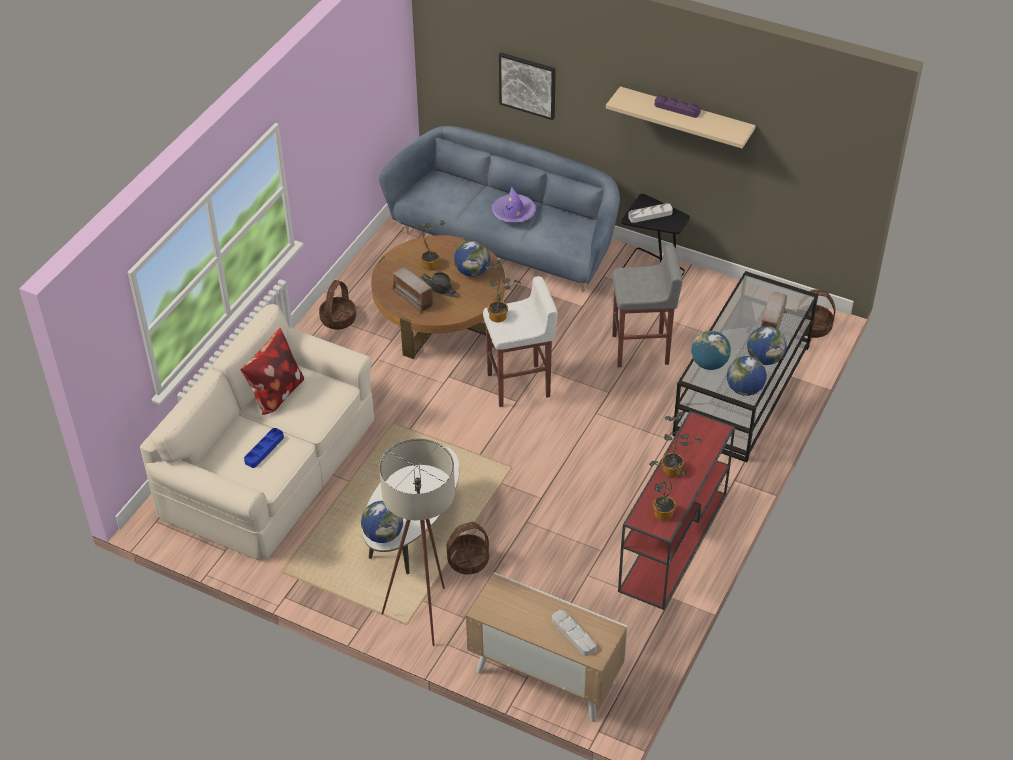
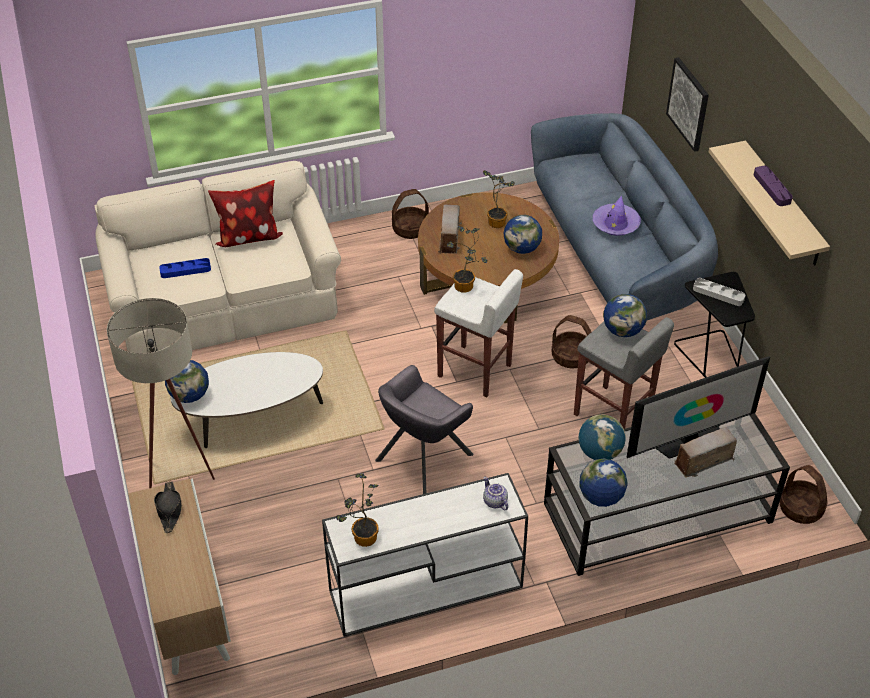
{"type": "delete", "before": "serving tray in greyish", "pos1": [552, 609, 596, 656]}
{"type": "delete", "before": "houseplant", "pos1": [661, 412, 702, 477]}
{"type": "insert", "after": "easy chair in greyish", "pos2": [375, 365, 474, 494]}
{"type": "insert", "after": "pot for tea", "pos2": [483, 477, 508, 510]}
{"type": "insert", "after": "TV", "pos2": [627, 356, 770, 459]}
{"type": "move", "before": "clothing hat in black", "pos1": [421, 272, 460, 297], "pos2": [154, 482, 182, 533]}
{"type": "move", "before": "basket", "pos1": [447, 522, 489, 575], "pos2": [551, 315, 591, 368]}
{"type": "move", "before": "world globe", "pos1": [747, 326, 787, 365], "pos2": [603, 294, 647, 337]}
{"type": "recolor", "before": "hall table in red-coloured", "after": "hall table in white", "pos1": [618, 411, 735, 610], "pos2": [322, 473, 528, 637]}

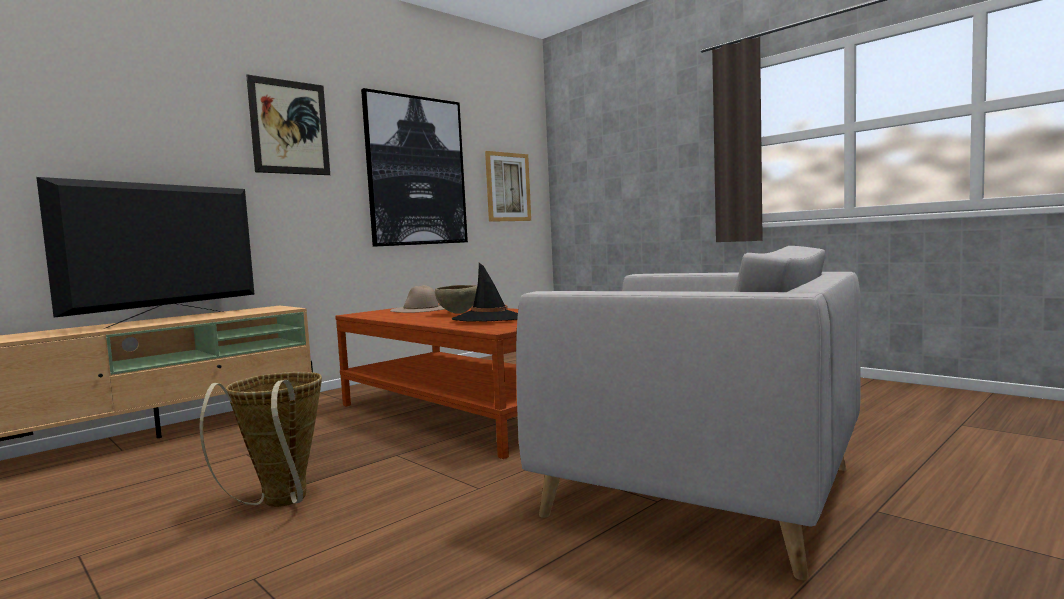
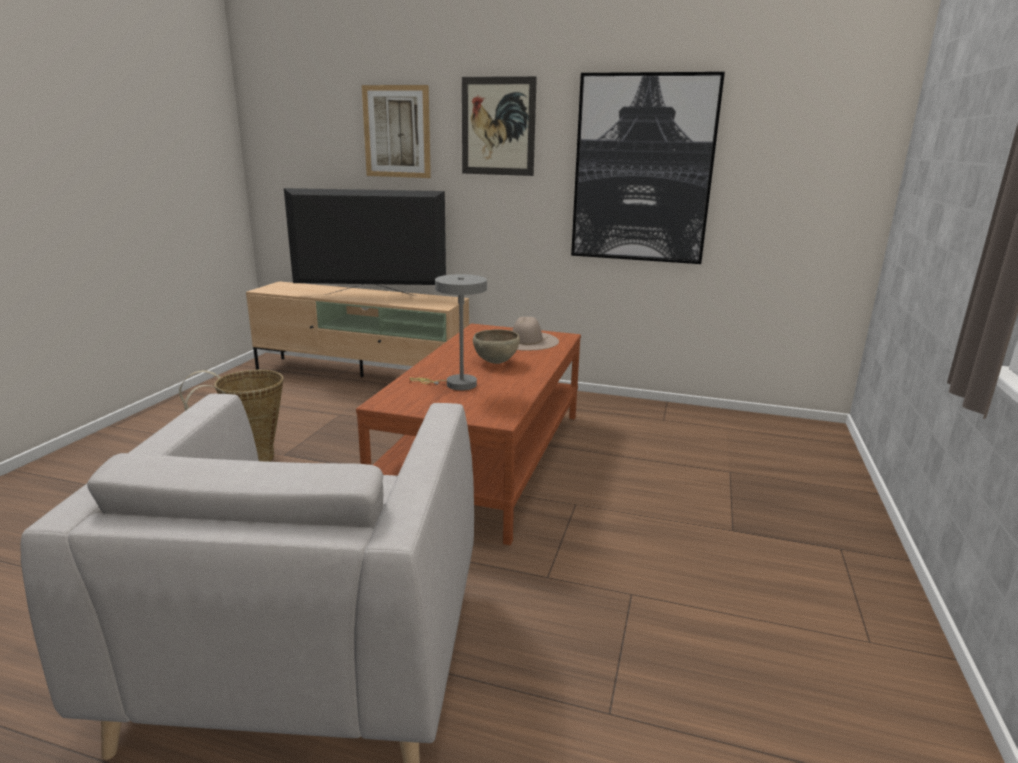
{"type": "move", "before": "picture", "pos1": [485, 151, 531, 222], "pos2": [362, 85, 431, 178]}
{"type": "replace", "before": "clothing hat in black", "after": "lamp for a table in greyish", "pos1": [452, 263, 518, 322], "pos2": [410, 274, 487, 390]}

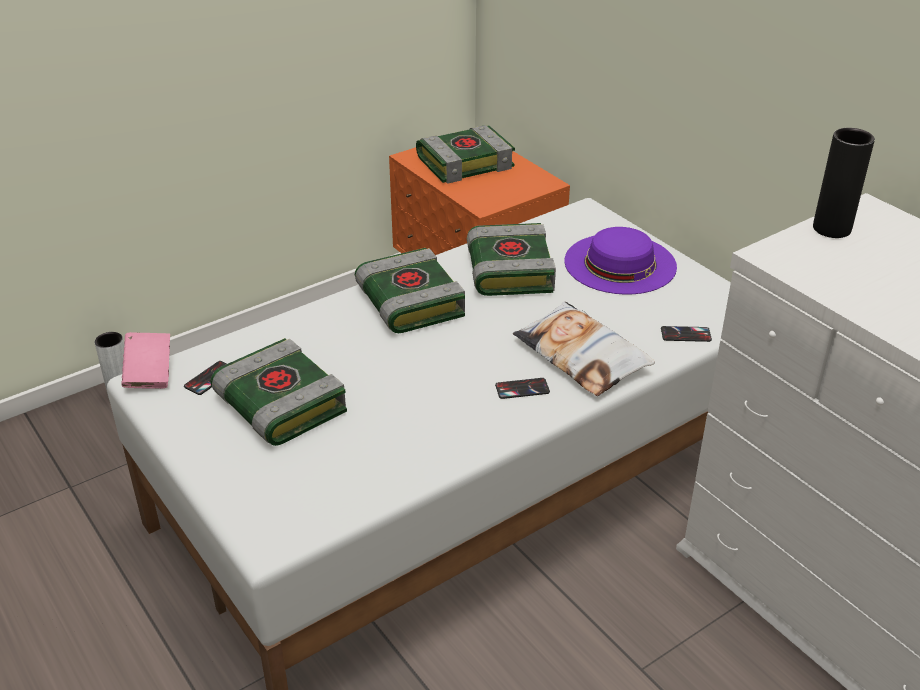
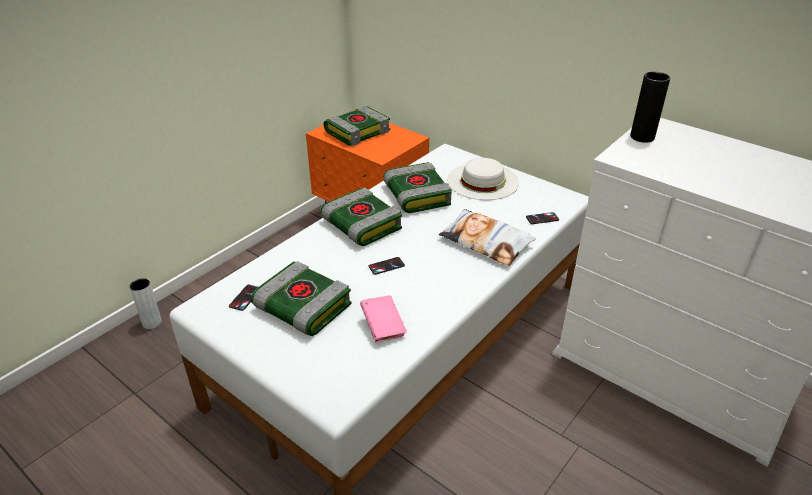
{"type": "move", "before": "book in pink-coloured", "pos1": [121, 332, 170, 389], "pos2": [360, 295, 407, 342]}
{"type": "move", "before": "phone", "pos1": [495, 378, 550, 399], "pos2": [368, 257, 405, 275]}
{"type": "recolor", "before": "clothing hat in purple", "after": "clothing hat in white", "pos1": [564, 227, 677, 295], "pos2": [447, 158, 519, 200]}

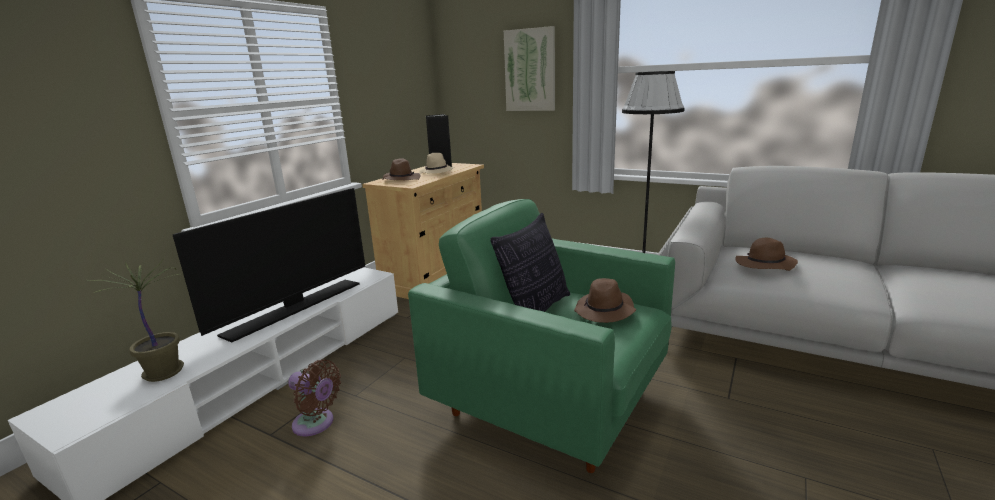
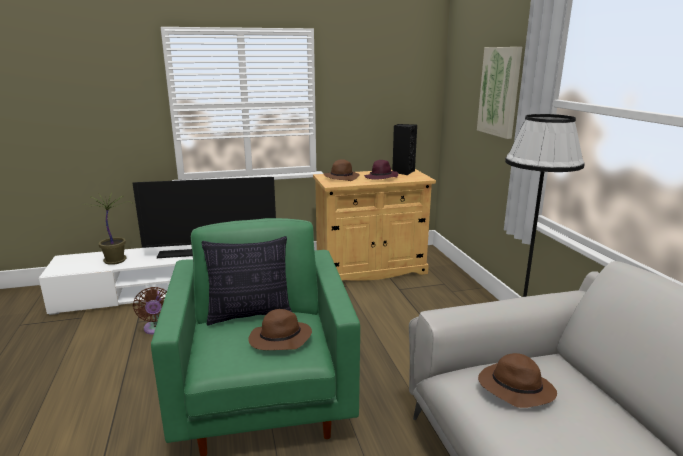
{"type": "recolor", "before": "clothing hat in sand-coloured", "after": "clothing hat in purple", "pos1": [420, 153, 454, 174], "pos2": [364, 160, 398, 180]}

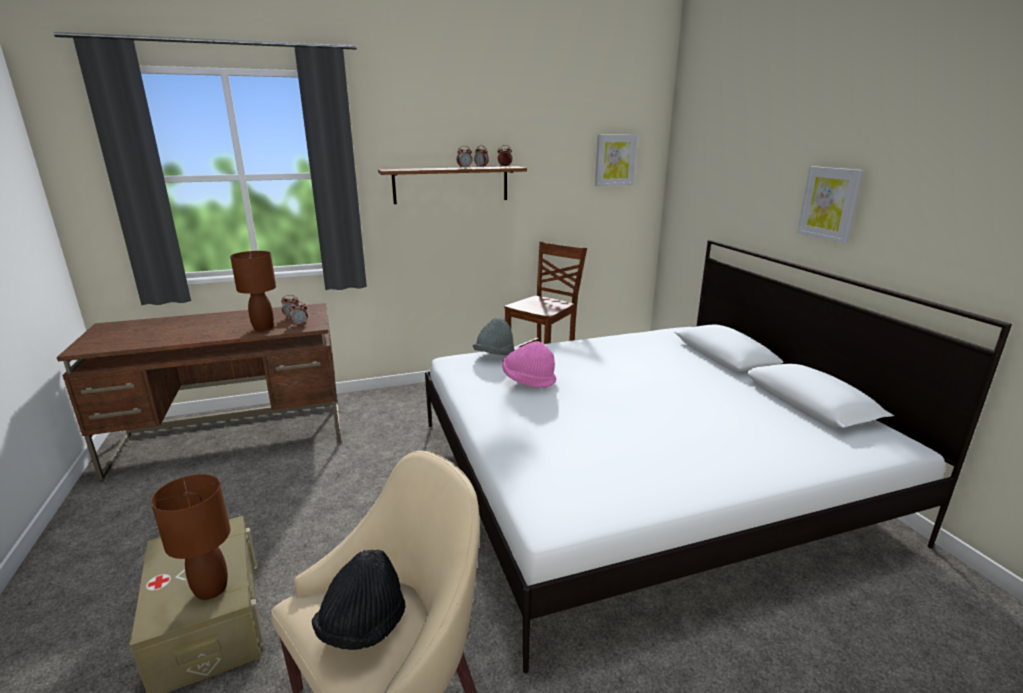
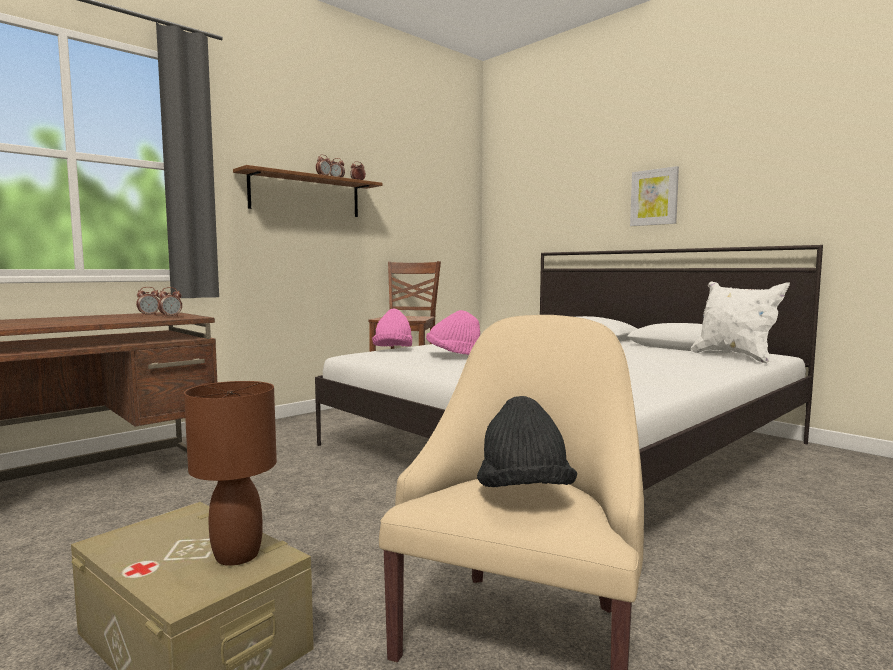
{"type": "delete", "before": "lamp for a table in brownish", "pos1": [230, 251, 276, 331]}
{"type": "delete", "before": "picture", "pos1": [595, 135, 637, 186]}
{"type": "insert", "after": "throw pillow in white", "pos2": [691, 281, 790, 364]}
{"type": "recolor", "before": "clothing hat in greyish", "after": "clothing hat in pink-coloured", "pos1": [473, 317, 515, 355], "pos2": [372, 308, 412, 347]}

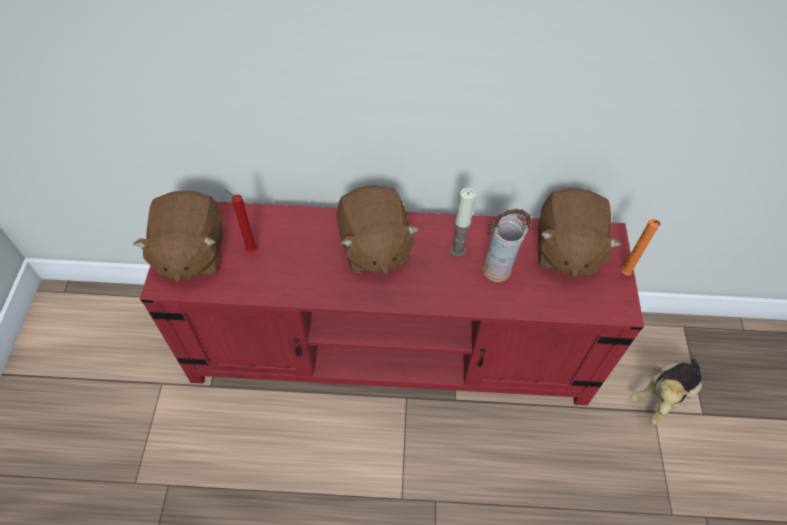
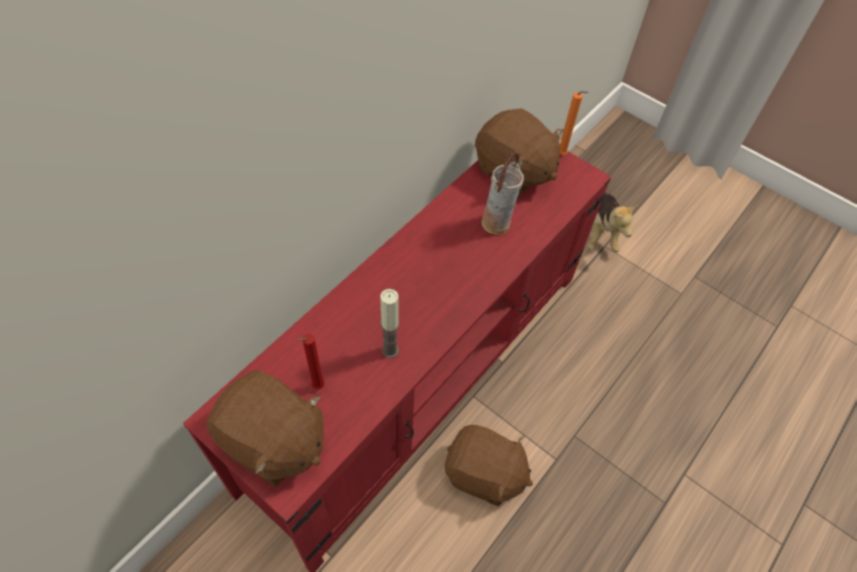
{"type": "move", "before": "soft toy in brownish", "pos1": [337, 185, 419, 274], "pos2": [445, 425, 533, 507]}
{"type": "move", "before": "wax candle", "pos1": [450, 188, 476, 257], "pos2": [380, 289, 399, 358]}

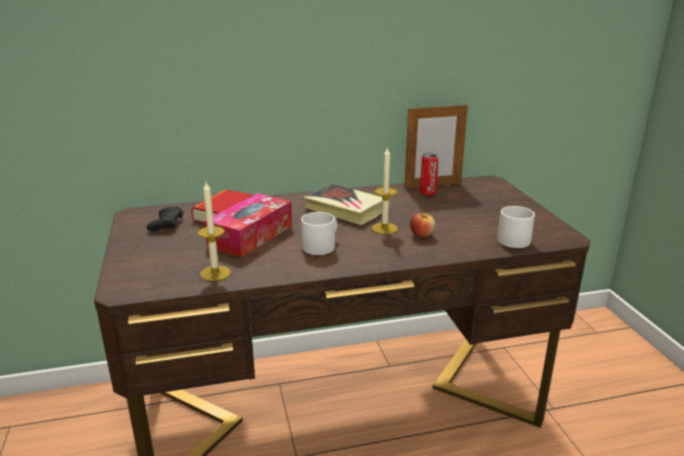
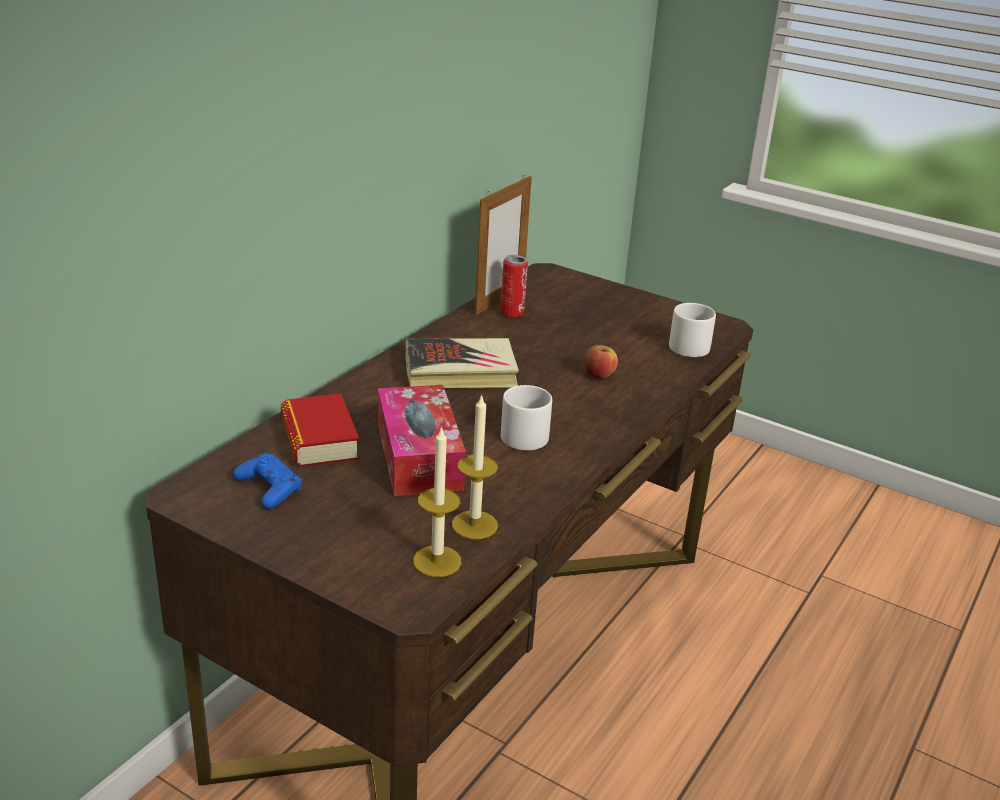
{"type": "move", "before": "wax candle", "pos1": [372, 146, 398, 234], "pos2": [413, 426, 461, 577]}
{"type": "recolor", "before": "game controller in black", "after": "game controller in blue", "pos1": [147, 206, 183, 231], "pos2": [233, 453, 302, 509]}

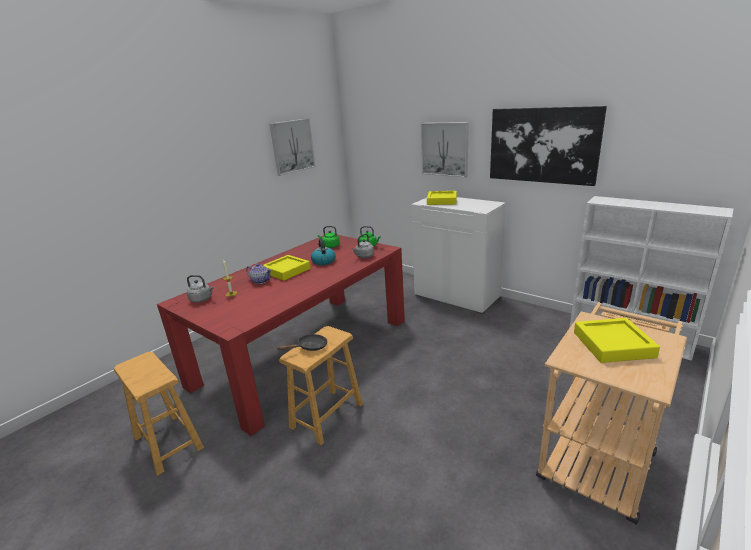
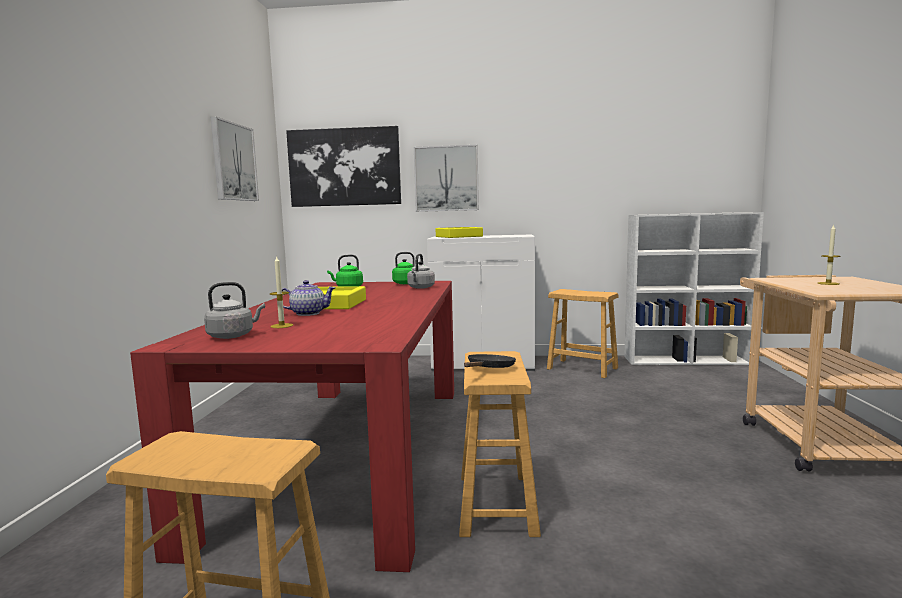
{"type": "delete", "before": "tea kettle", "pos1": [311, 239, 336, 265]}
{"type": "insert", "after": "stool in brownish", "pos2": [547, 289, 619, 378]}
{"type": "move", "before": "picture", "pos1": [490, 106, 607, 186], "pos2": [286, 126, 401, 207]}
{"type": "replace", "before": "serving tray in yellow", "after": "wax candle", "pos1": [574, 318, 660, 363], "pos2": [818, 225, 840, 285]}

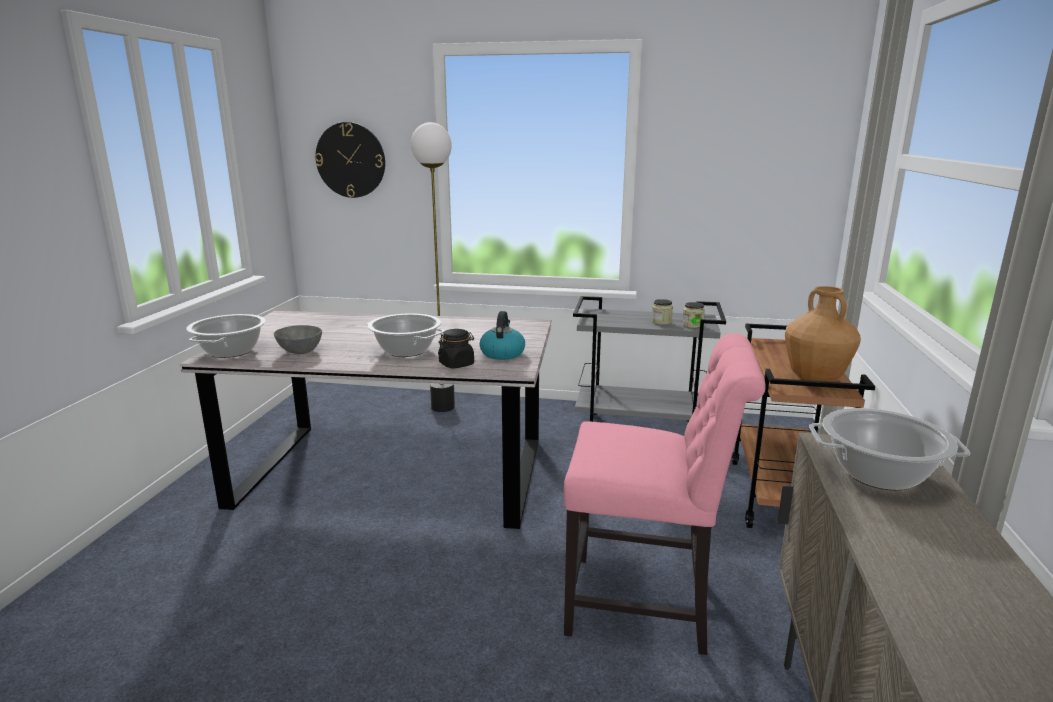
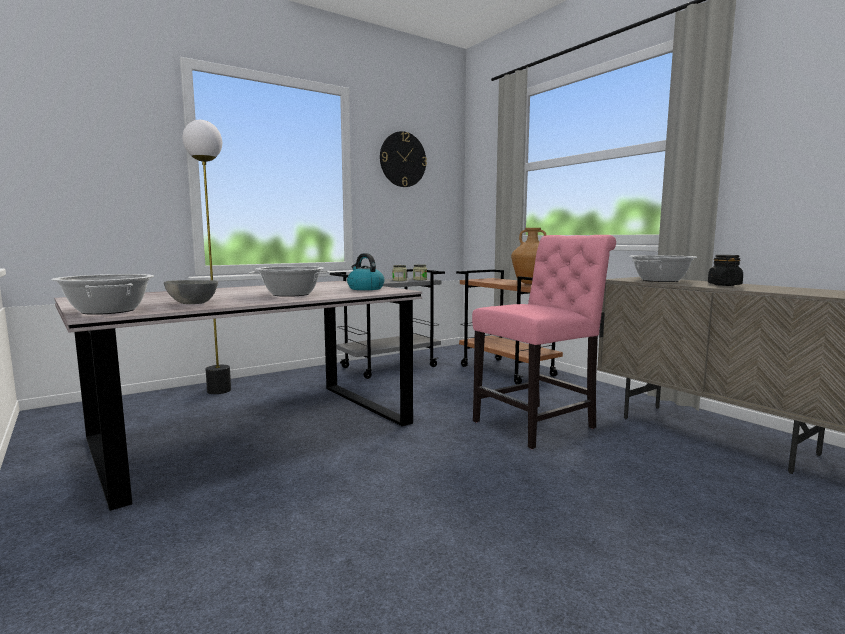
{"type": "move", "before": "clock on the wall", "pos1": [315, 122, 385, 198], "pos2": [380, 131, 427, 187]}
{"type": "move", "before": "preserve jar in black", "pos1": [438, 329, 474, 369], "pos2": [708, 255, 743, 286]}

